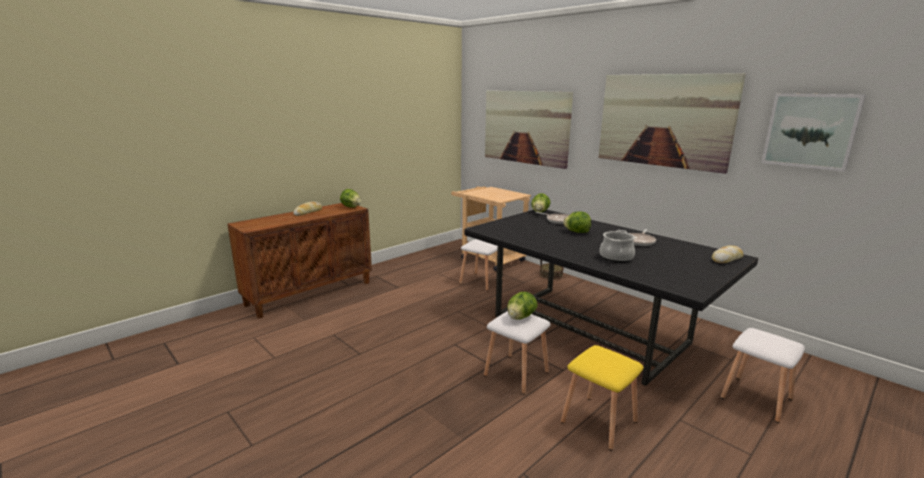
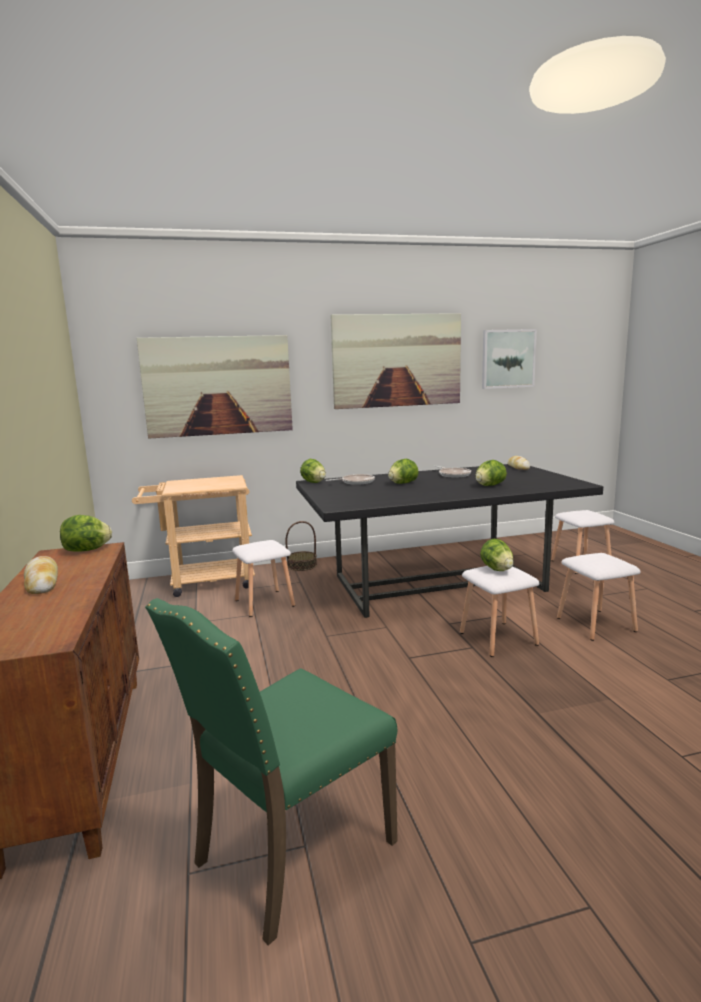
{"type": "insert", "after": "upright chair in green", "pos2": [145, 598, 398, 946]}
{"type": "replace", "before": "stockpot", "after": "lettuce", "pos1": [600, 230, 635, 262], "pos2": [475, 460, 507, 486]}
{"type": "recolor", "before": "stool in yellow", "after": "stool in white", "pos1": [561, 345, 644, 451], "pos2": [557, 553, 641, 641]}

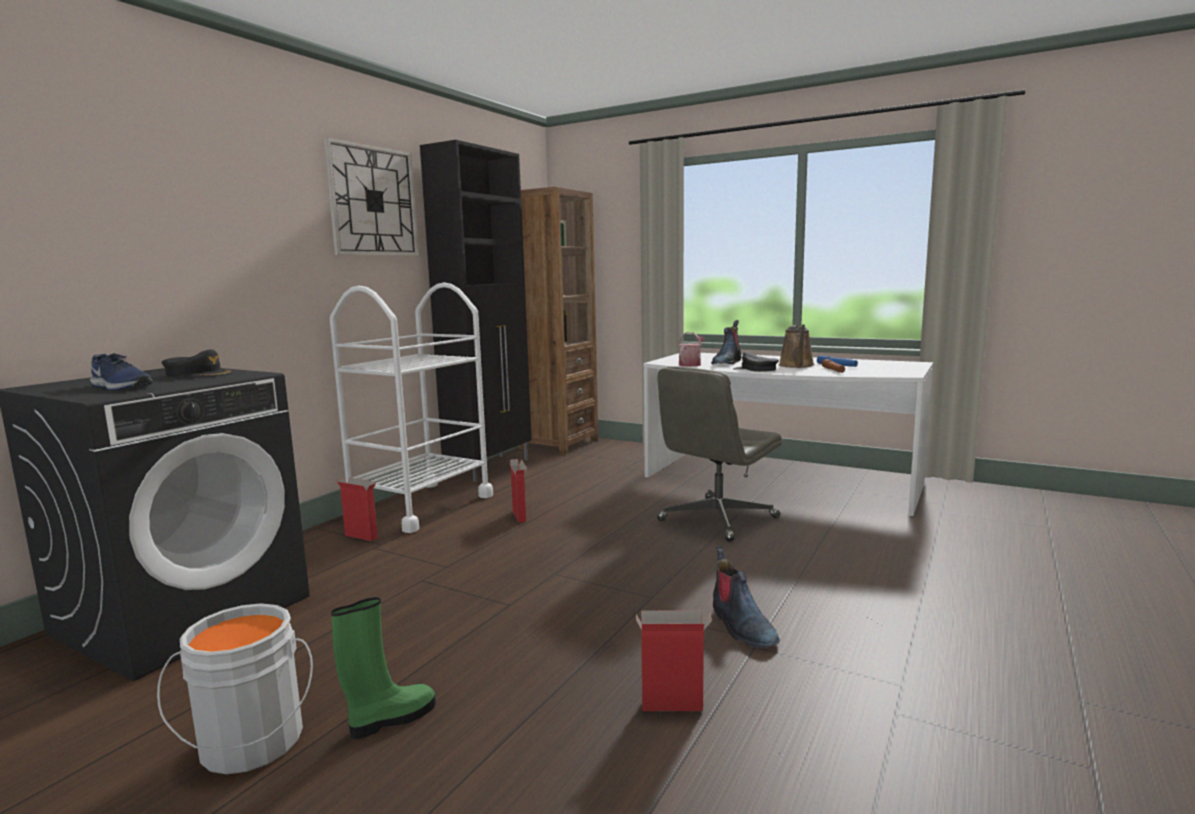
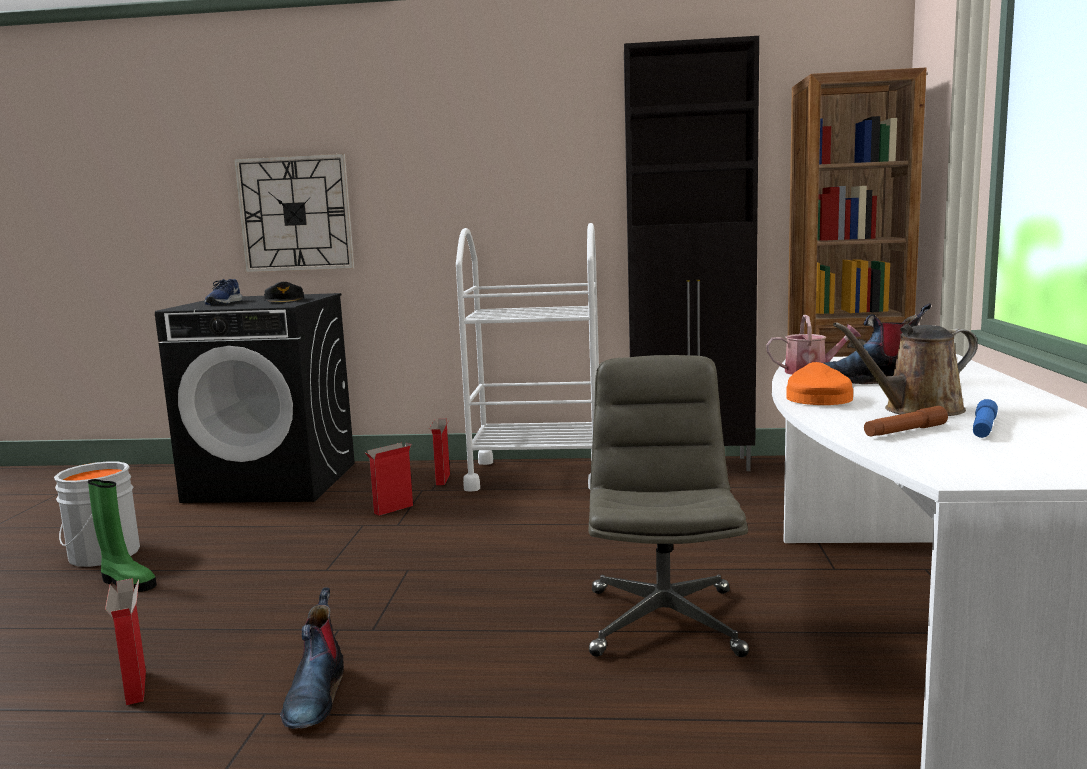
{"type": "move", "before": "clock on the wall", "pos1": [324, 137, 419, 256], "pos2": [234, 154, 354, 272]}
{"type": "move", "before": "cardboard box", "pos1": [508, 459, 527, 523], "pos2": [364, 443, 413, 516]}
{"type": "recolor", "before": "baseball cap in black", "after": "baseball cap in orangey", "pos1": [733, 352, 779, 372], "pos2": [786, 362, 853, 405]}
{"type": "rotate", "before": "desk chair in greyish", "pos1": [657, 366, 782, 542], "pos2": [589, 355, 749, 657], "turn": 75}
{"type": "rotate", "before": "boot", "pos1": [713, 546, 780, 648], "pos2": [280, 588, 344, 729], "turn": -45}

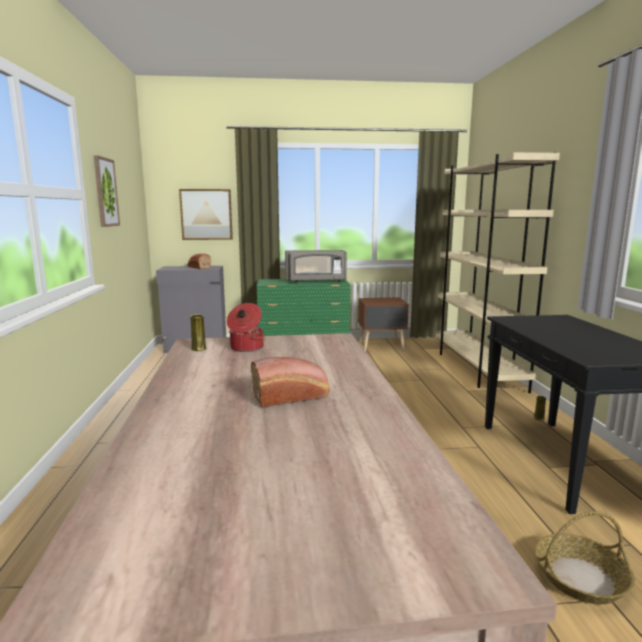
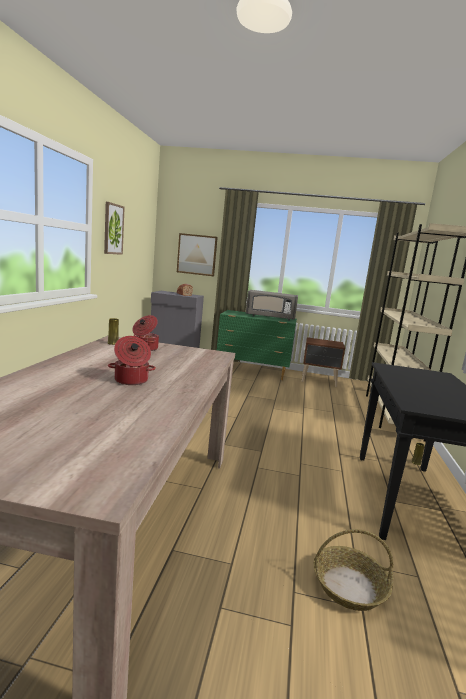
{"type": "replace", "before": "bakery bread", "after": "stockpot", "pos1": [251, 357, 329, 407], "pos2": [108, 336, 156, 385]}

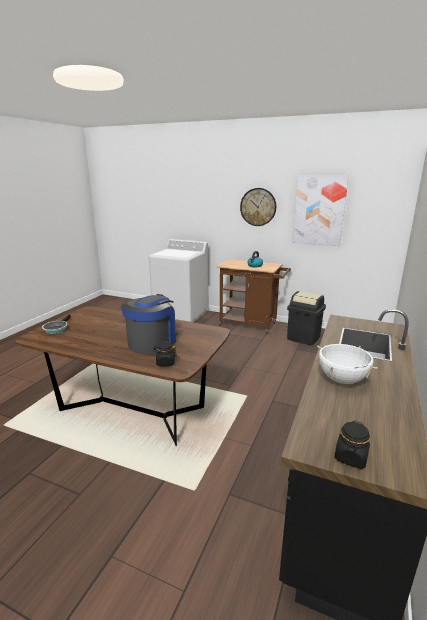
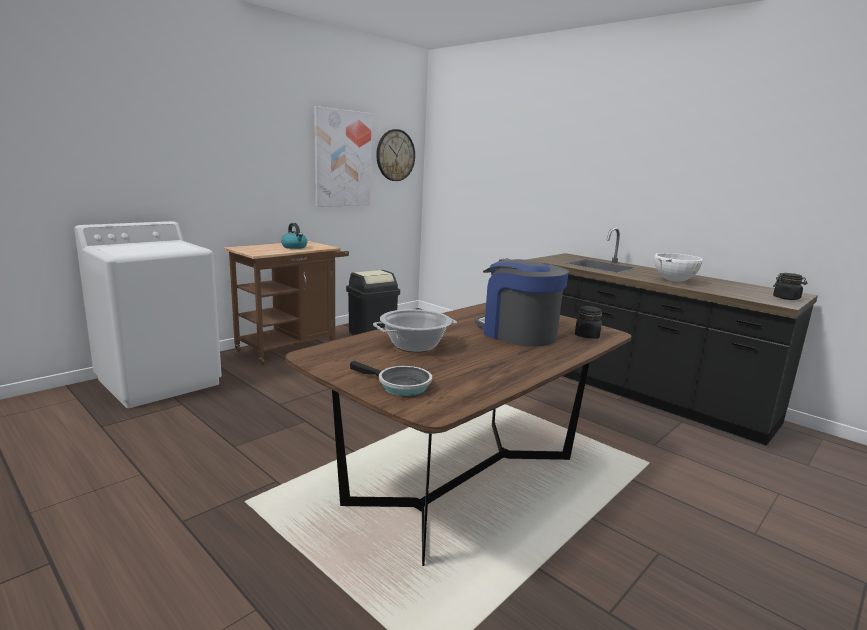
{"type": "insert", "after": "stockpot", "pos2": [373, 309, 457, 352]}
{"type": "move", "before": "clock on the wall", "pos1": [240, 188, 276, 226], "pos2": [376, 129, 415, 181]}

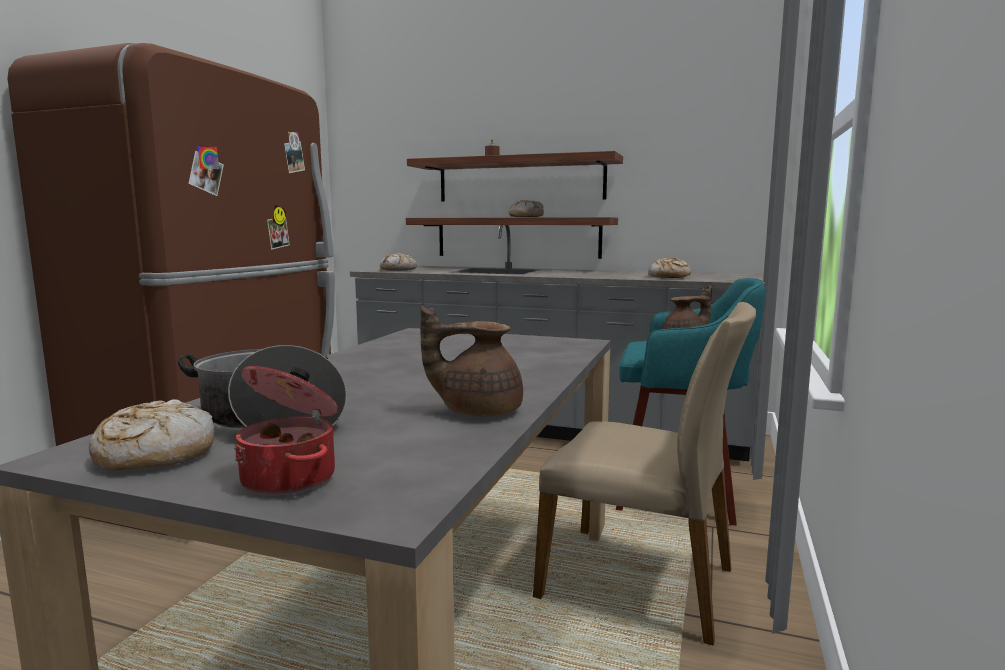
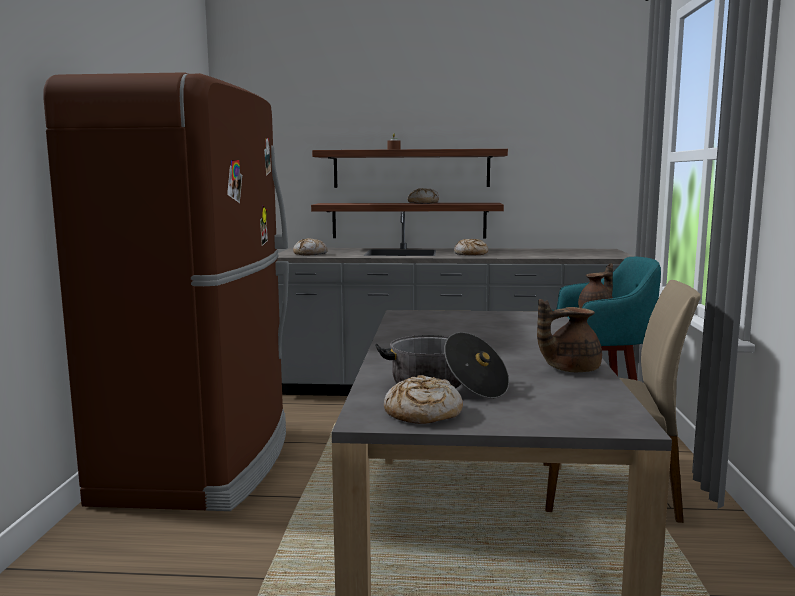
{"type": "delete", "before": "stockpot", "pos1": [234, 366, 339, 496]}
{"type": "move", "before": "bakery bread", "pos1": [648, 258, 691, 278], "pos2": [454, 239, 488, 255]}

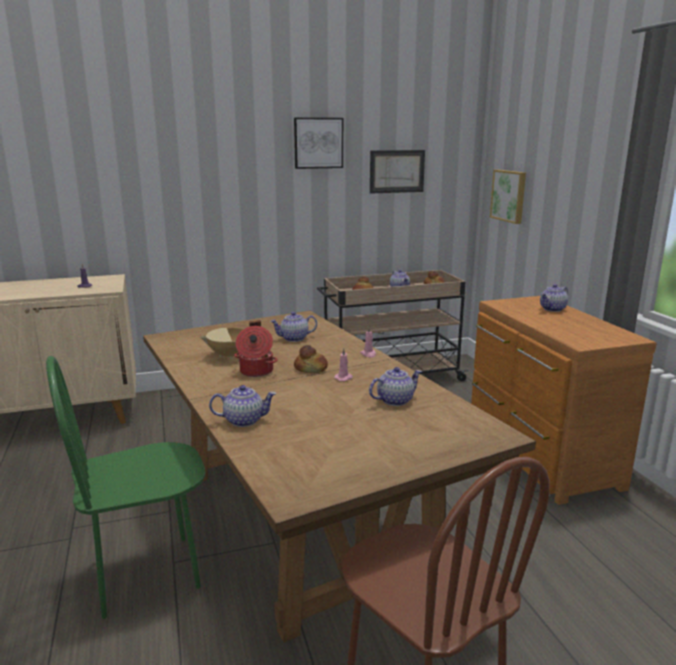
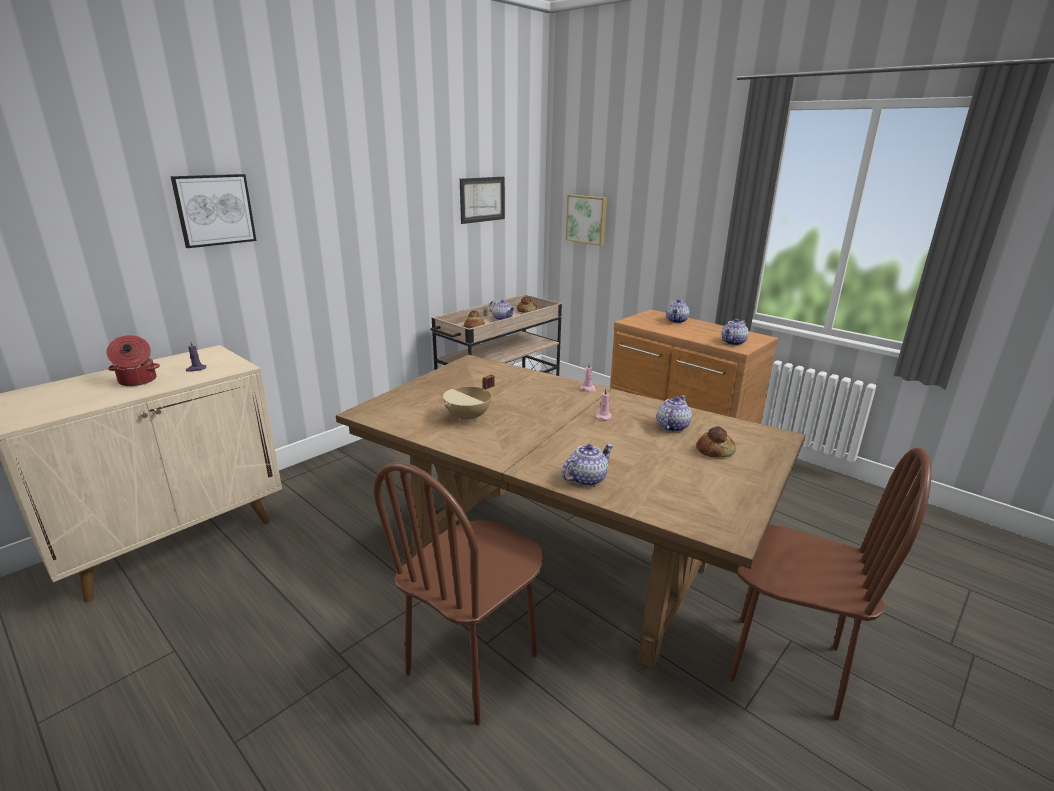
{"type": "move", "before": "stockpot", "pos1": [234, 326, 278, 377], "pos2": [106, 335, 160, 386]}
{"type": "move", "before": "pot for tea", "pos1": [270, 312, 317, 342], "pos2": [721, 318, 749, 345]}
{"type": "move", "before": "picture", "pos1": [294, 118, 343, 169], "pos2": [170, 174, 256, 248]}
{"type": "move", "before": "bakery bread", "pos1": [294, 345, 328, 373], "pos2": [696, 426, 736, 458]}
{"type": "recolor", "before": "upright chair in green", "after": "upright chair in brownish", "pos1": [46, 356, 206, 619], "pos2": [374, 462, 543, 726]}

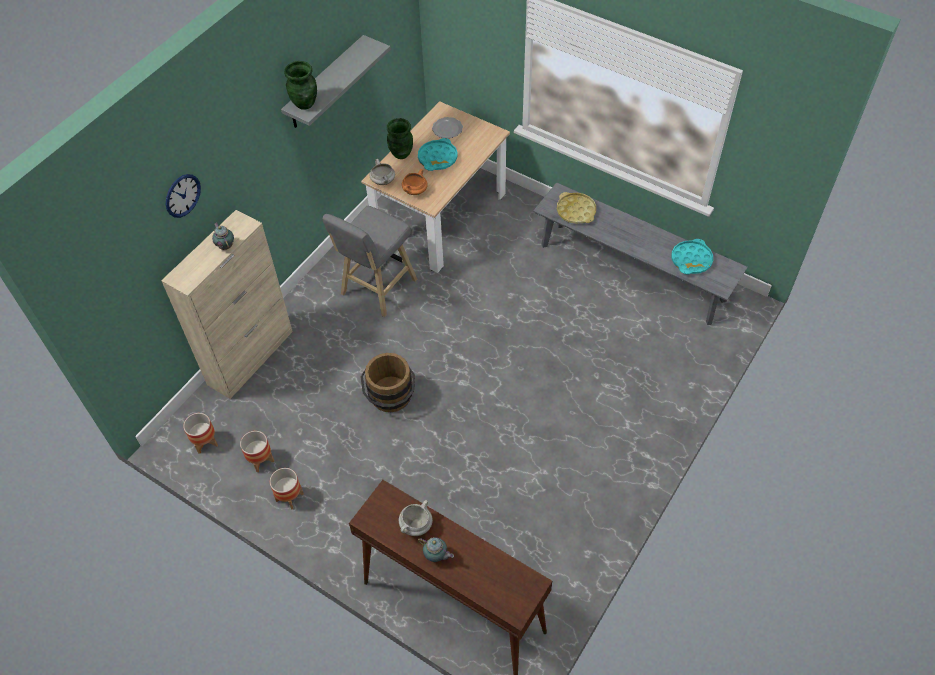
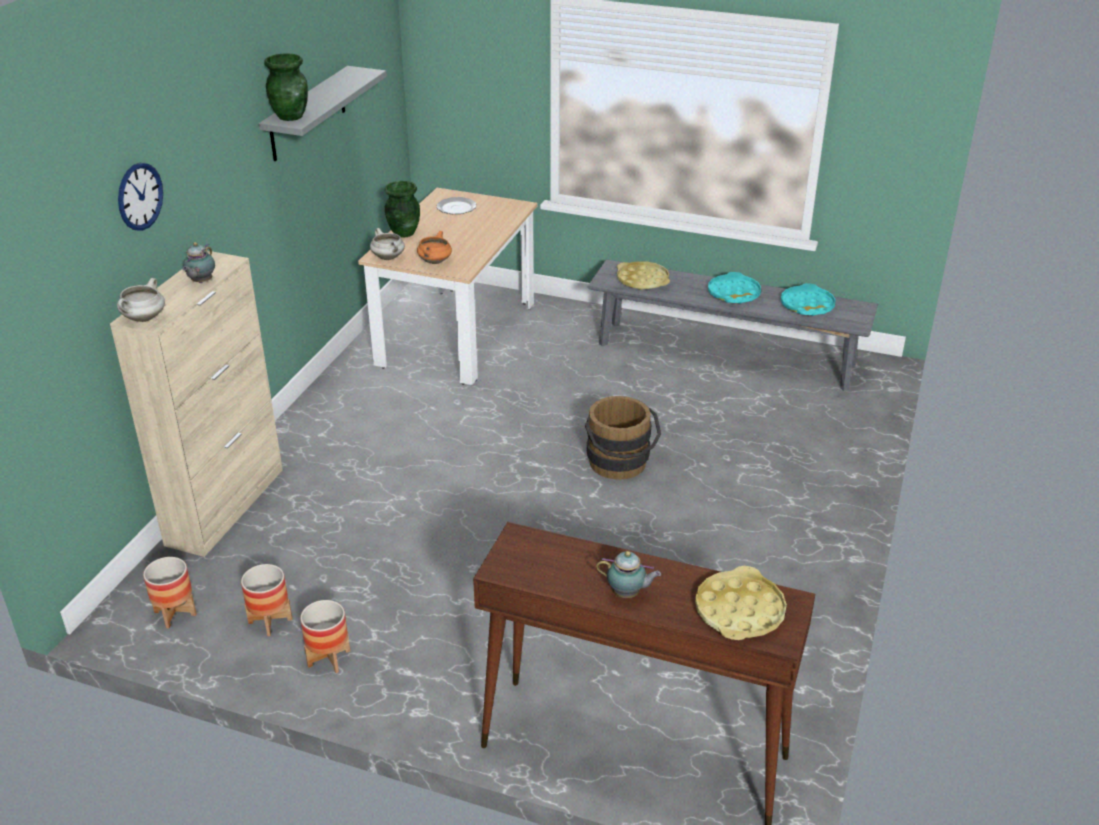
{"type": "delete", "before": "stool in greyish", "pos1": [323, 206, 418, 317]}
{"type": "insert", "after": "serving tray in yellow", "pos2": [695, 566, 787, 640]}
{"type": "move", "before": "bucket in brownish", "pos1": [361, 353, 415, 412], "pos2": [585, 396, 661, 480]}
{"type": "move", "before": "stockpot in white", "pos1": [399, 500, 433, 536], "pos2": [117, 278, 165, 322]}
{"type": "move", "before": "serving tray in turquoise", "pos1": [418, 138, 458, 171], "pos2": [708, 272, 761, 303]}
{"type": "rotate", "before": "pot for tea", "pos1": [212, 223, 234, 250], "pos2": [182, 242, 215, 283], "turn": -120}

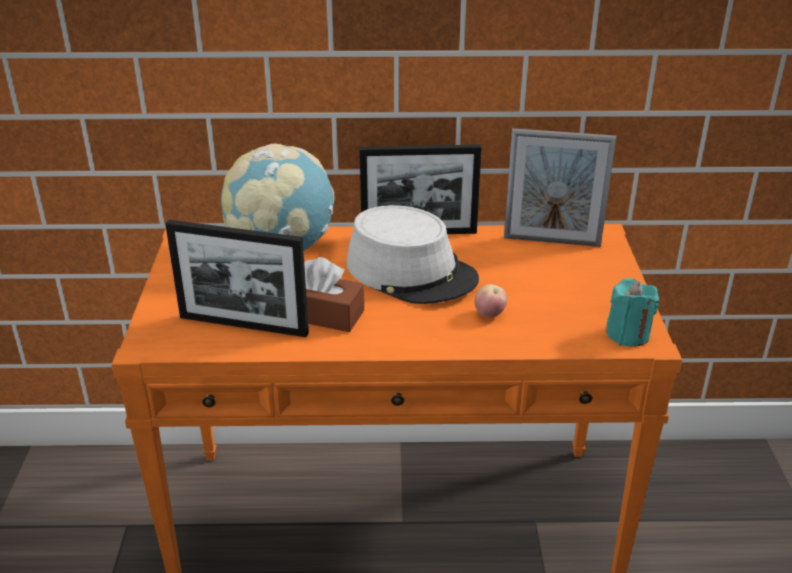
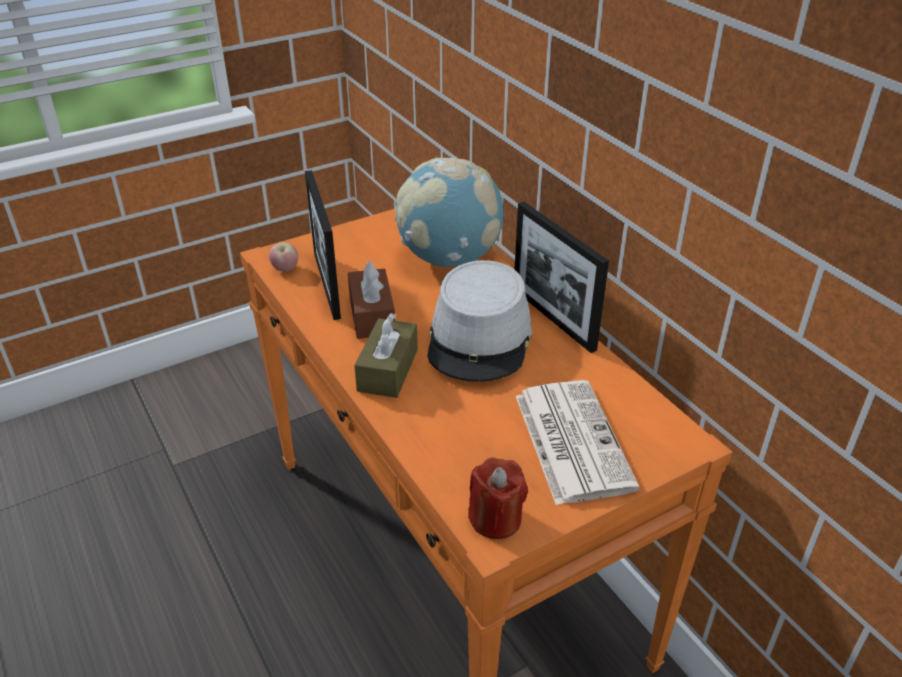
{"type": "delete", "before": "standing frame", "pos1": [504, 128, 616, 247]}
{"type": "insert", "after": "tissue holder in brownish", "pos2": [354, 313, 418, 398]}
{"type": "insert", "after": "daily paper", "pos2": [516, 380, 639, 505]}
{"type": "move", "before": "apple fruit", "pos1": [475, 284, 507, 318], "pos2": [269, 242, 298, 272]}
{"type": "recolor", "before": "wax candle in turquoise", "after": "wax candle in red-coloured", "pos1": [606, 278, 659, 347], "pos2": [468, 457, 528, 539]}

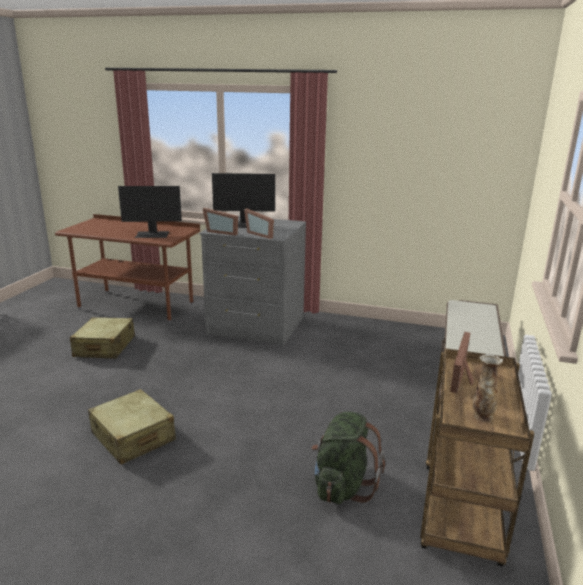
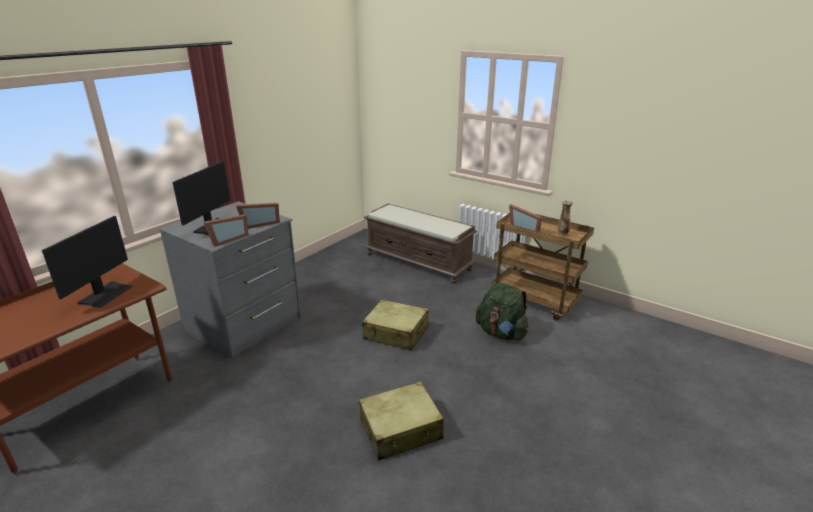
{"type": "move", "before": "travel case in sand-coloured", "pos1": [70, 317, 135, 358], "pos2": [362, 300, 429, 351]}

